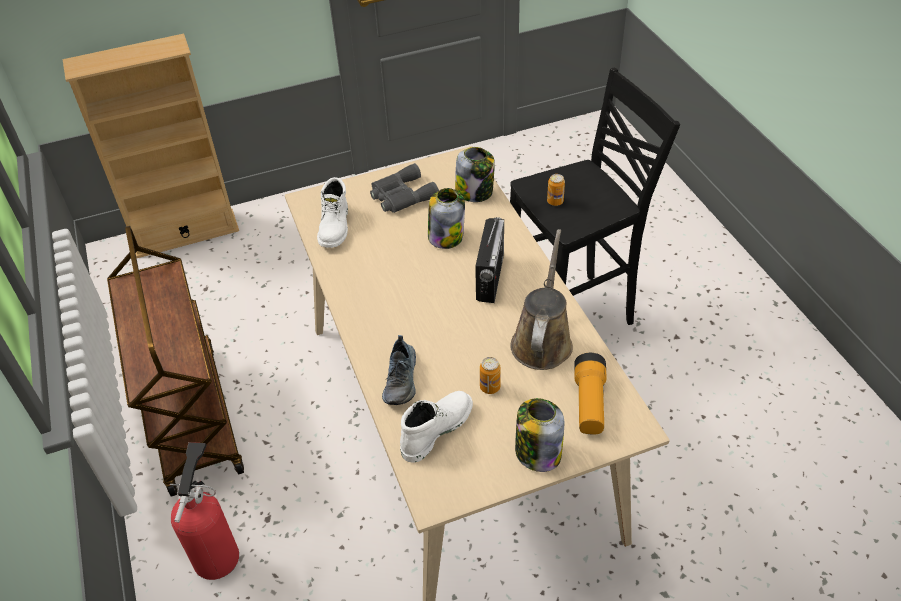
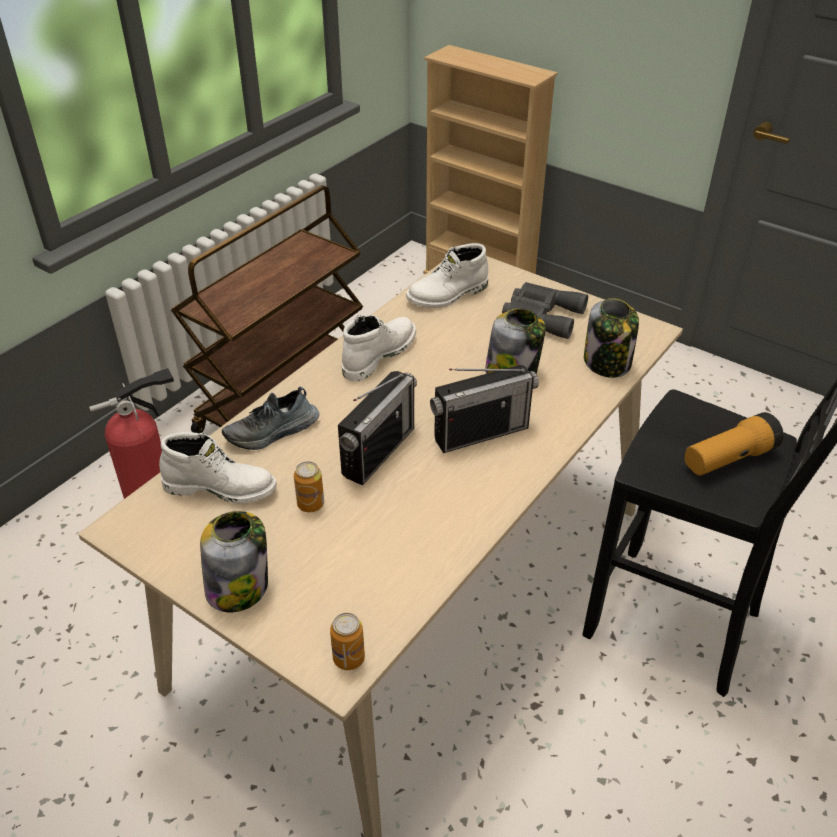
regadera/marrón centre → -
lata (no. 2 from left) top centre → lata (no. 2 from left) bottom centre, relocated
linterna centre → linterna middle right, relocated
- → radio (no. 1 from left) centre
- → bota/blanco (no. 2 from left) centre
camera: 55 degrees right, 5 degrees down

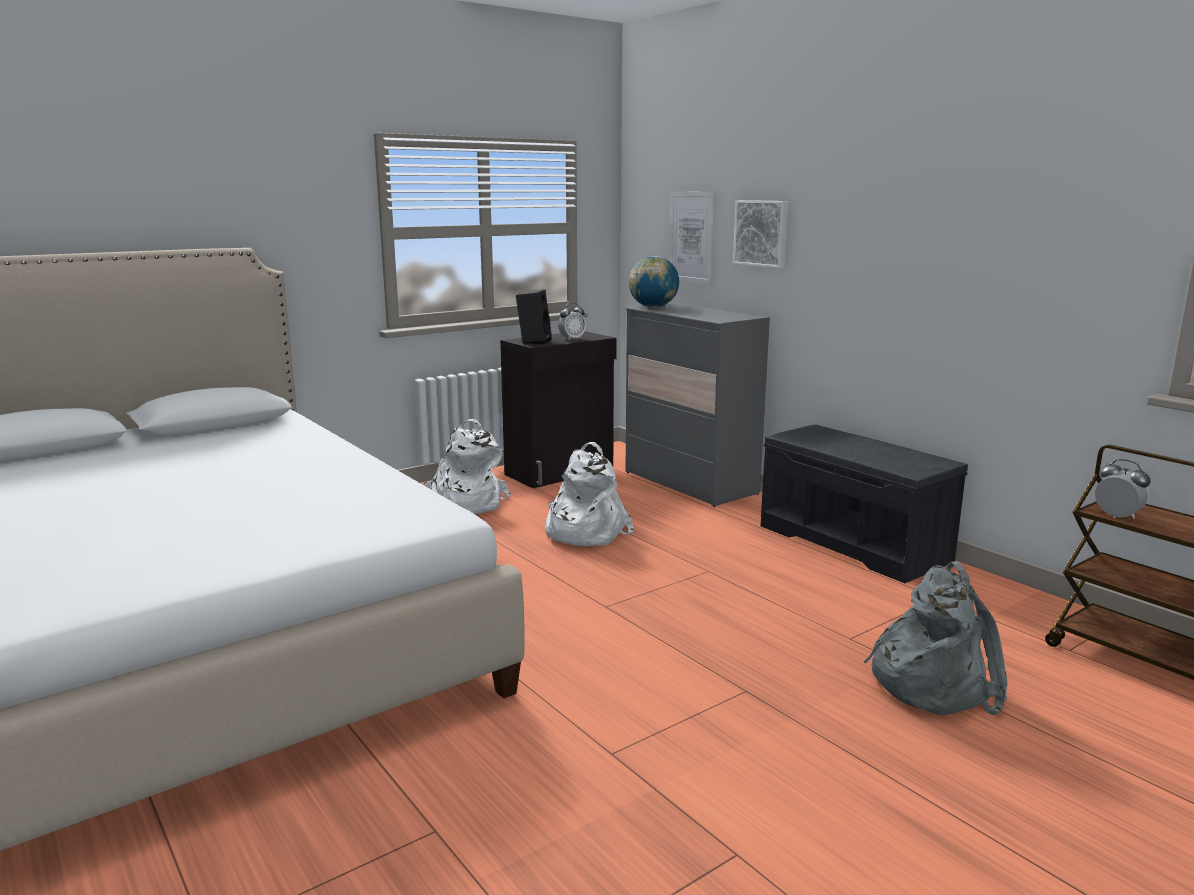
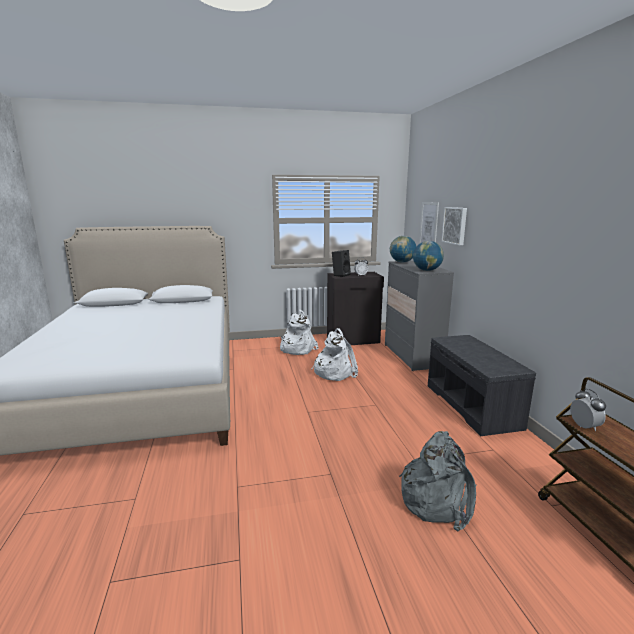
- → globo terráqueo (no. 2 from left) middle right
camera: 25 degrees right, 0 degrees up

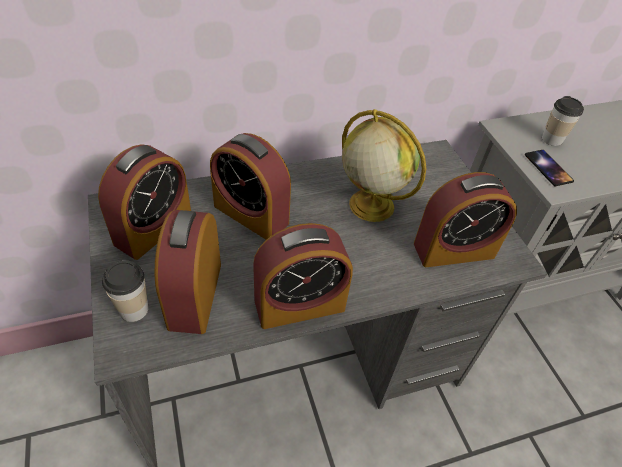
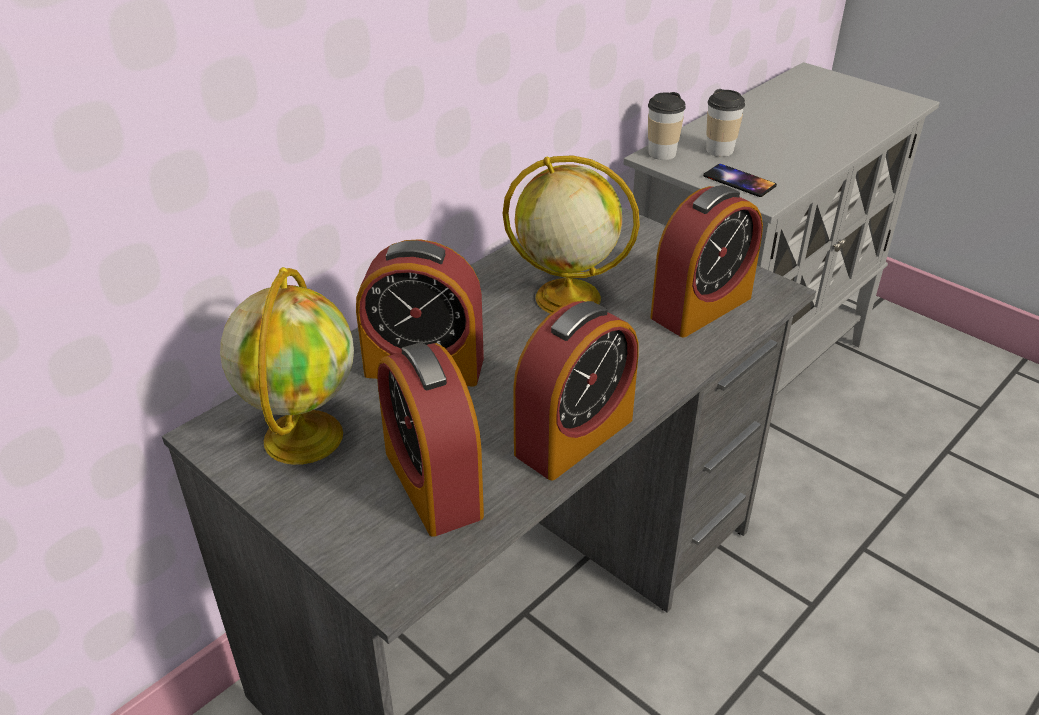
despertador (no. 1 from left) middle left → globo terráqueo (no. 1 from left) middle left
taza (no. 1 from left) middle left → taza (no. 1 from left) top centre, relocated
camera: 25 degrees left, 10 degrees down

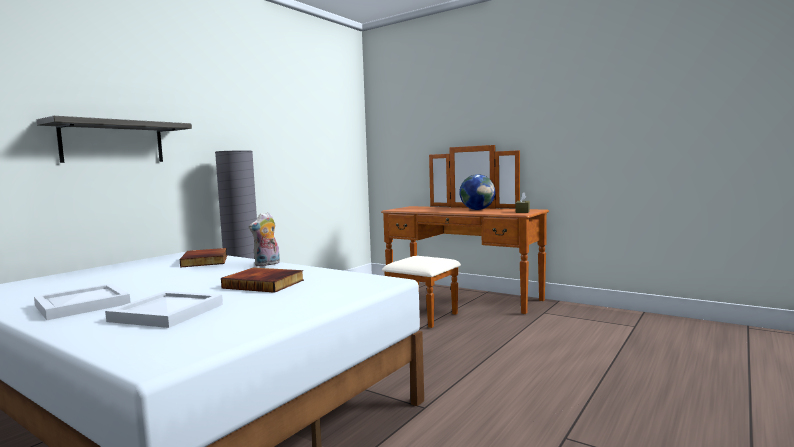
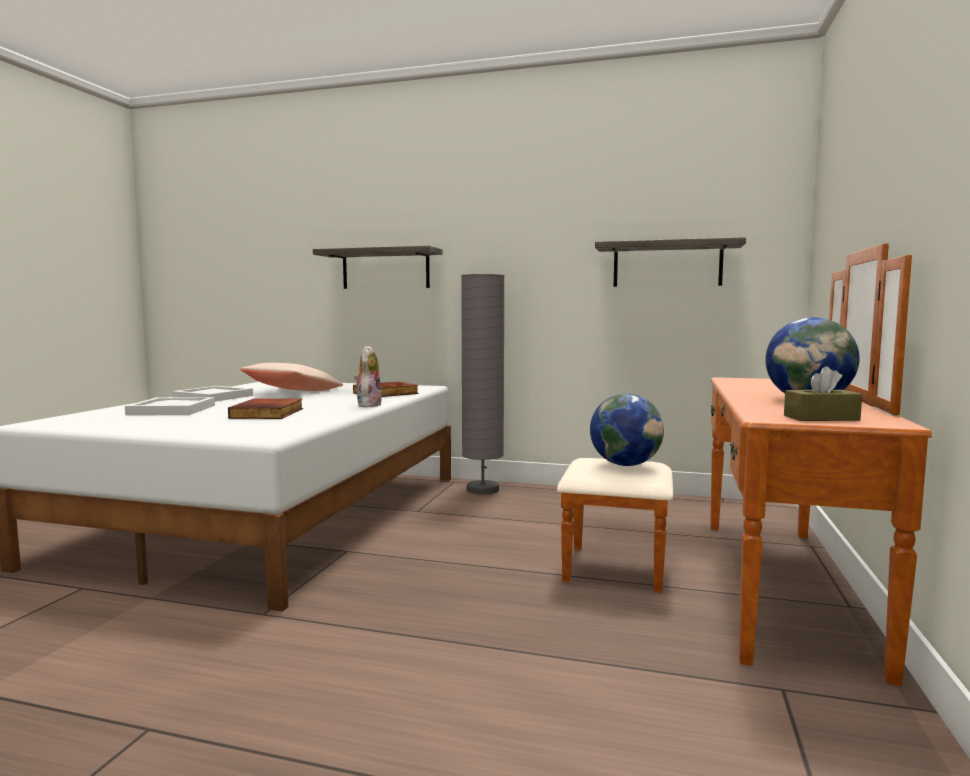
peluche middle left → peluche centre, 75 degrees clockwise
- → cojín/beis middle left
- → globo terráqueo (no. 1 from left) centre
- → estante (no. 2 from left) middle right
camera: 70 degrees right, 0 degrees up

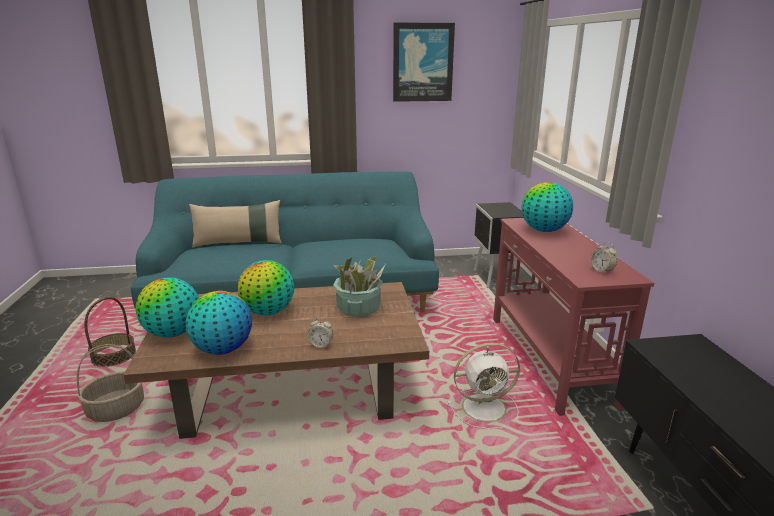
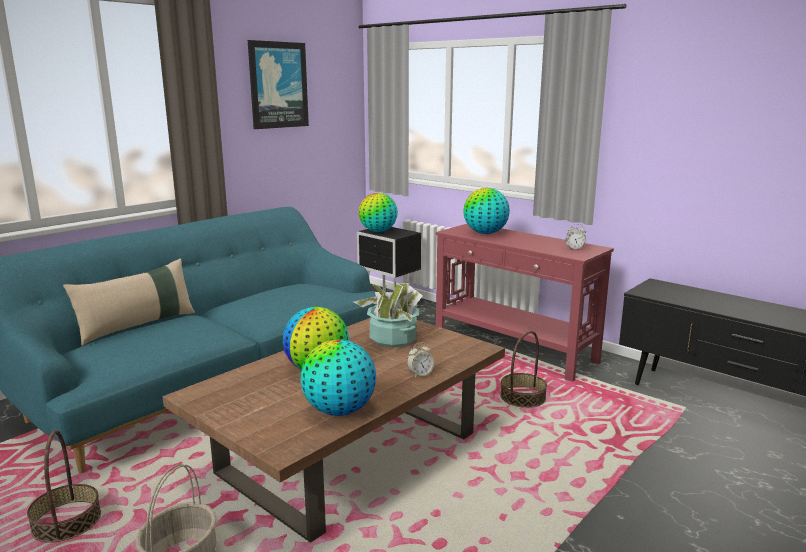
globo terráqueo (no. 1 from left in the first image) middle left → globo terráqueo (no. 3 from left) centre, relocated
ventilador/blanco bottom centre → cesta (no. 3 from left) bottom centre
camera: 40 degrees left, 5 degrees down

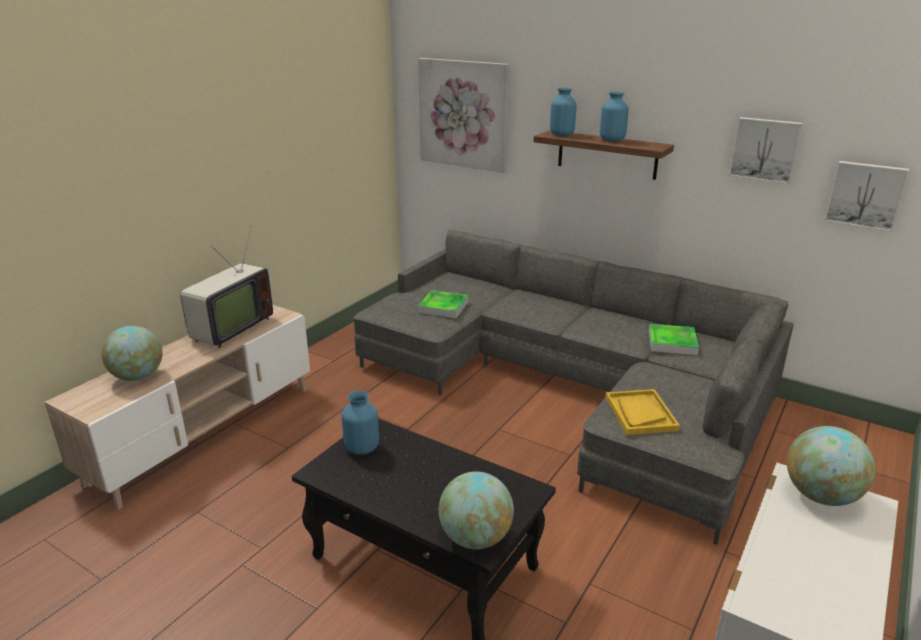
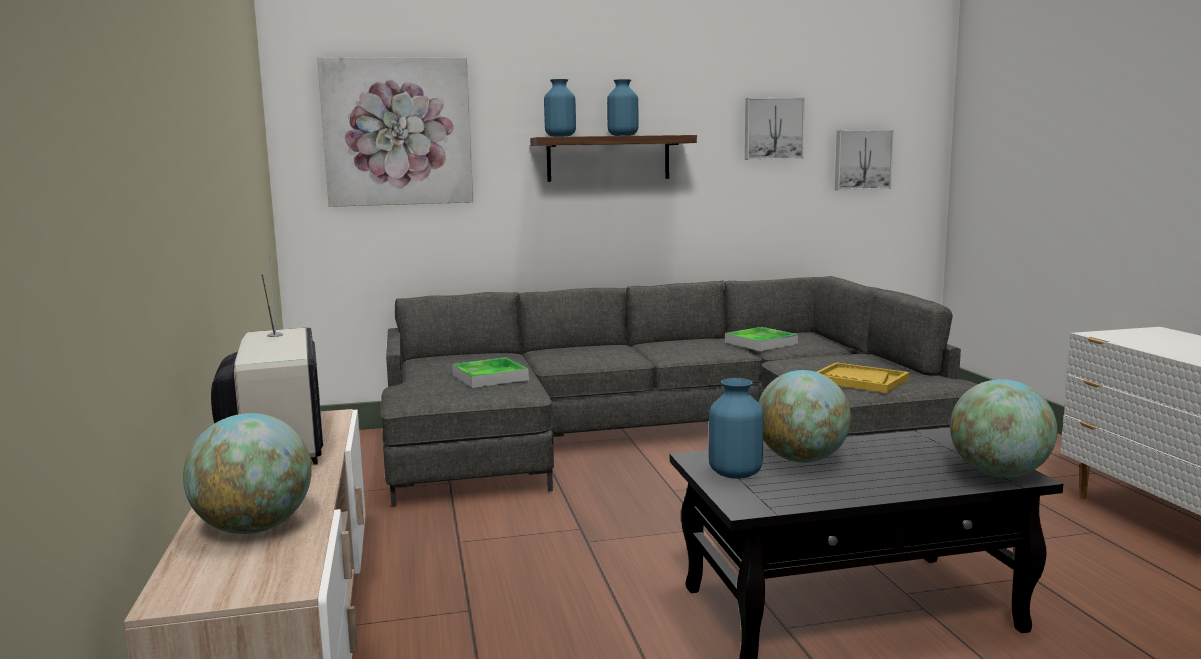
globo terráqueo (no. 3 from left in the first image) bottom right → globo terráqueo (no. 2 from left) middle right, relocated
camera: 45 degrees left, 15 degrees down

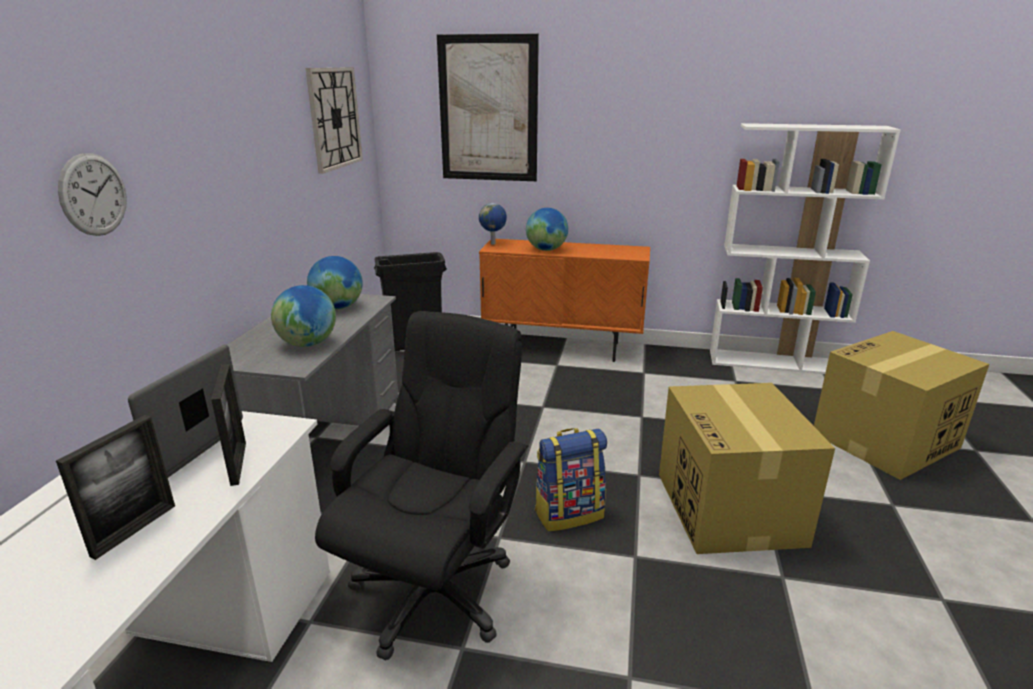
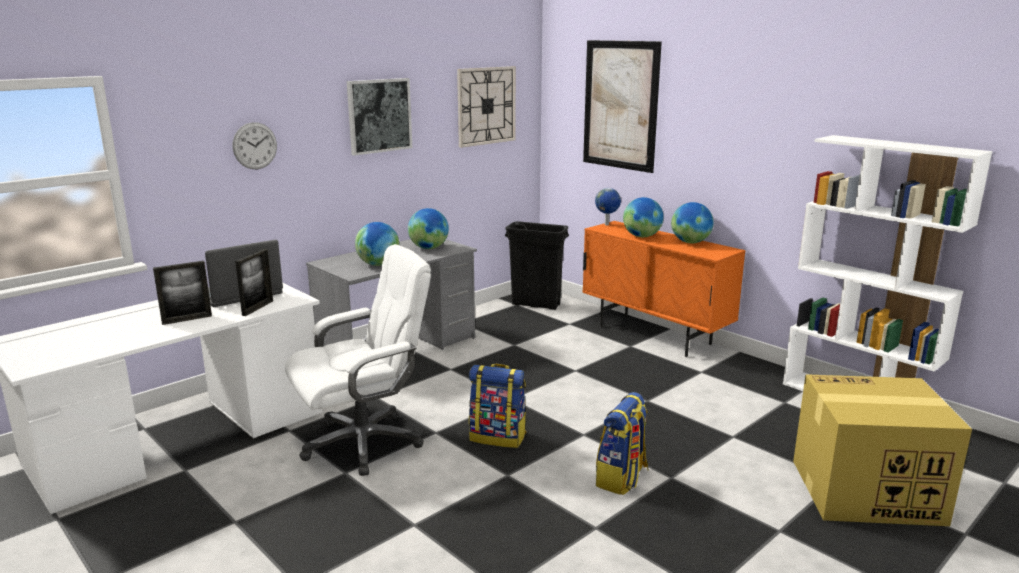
silla de oficina/negro bottom centre → silla de oficina/blanco centre
caja de cartón (no. 1 from left) bottom right → mochila (no. 2 from left) bottom centre
- → cuadro (no. 1 from left) top centre
- → globo terráqueo (no. 5 from left) middle right
camera: 35 degrees right, 5 degrees down

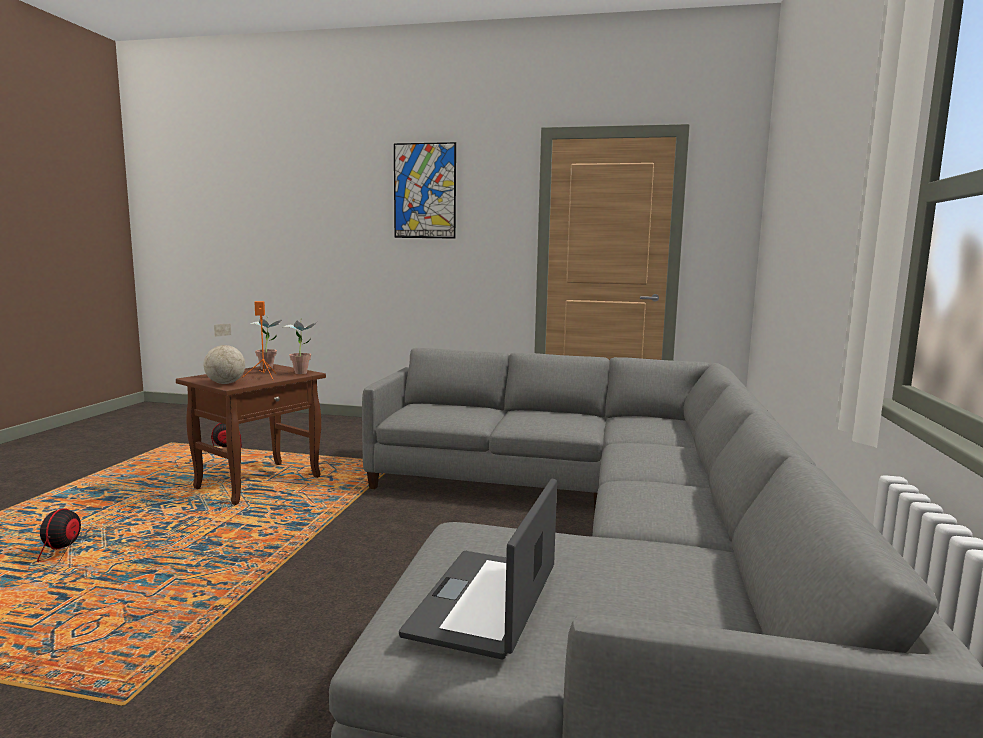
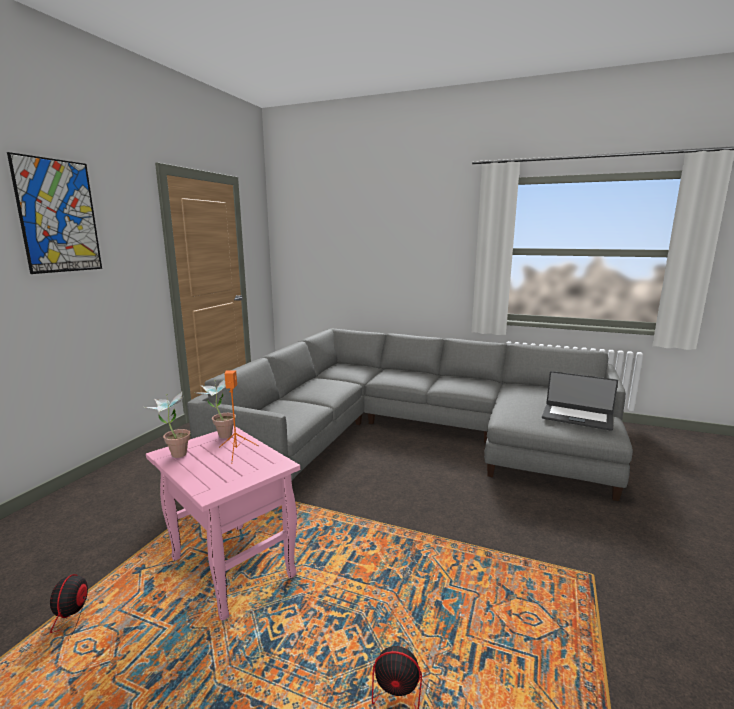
mesa auxiliar/marrón middle left → mesa auxiliar/rosa bottom left
globo terráqueo middle left → -
camera: 80 degrees left, 5 degrees up

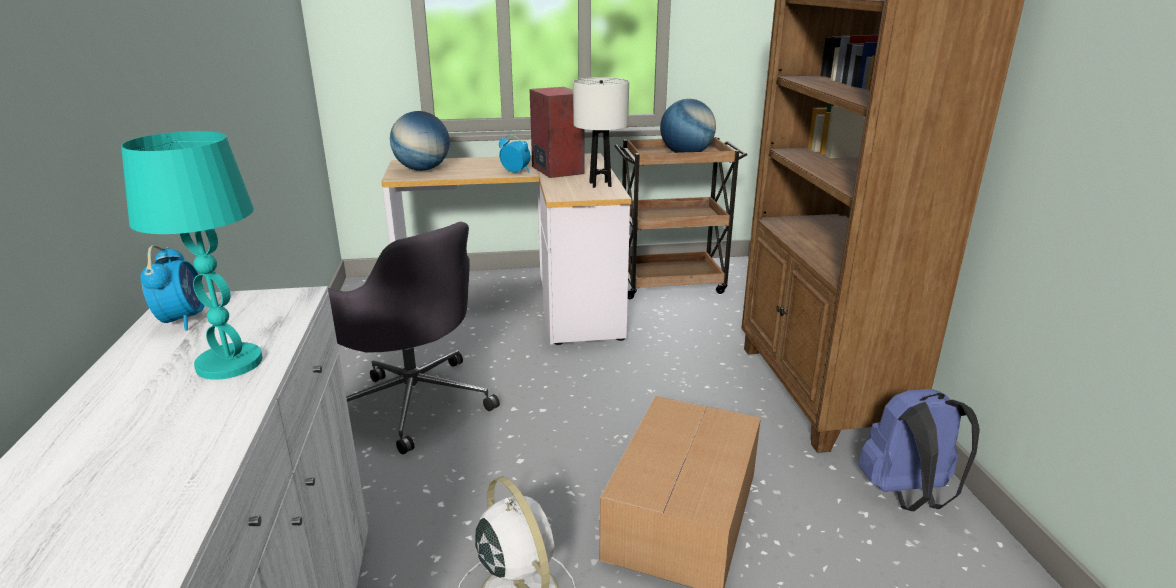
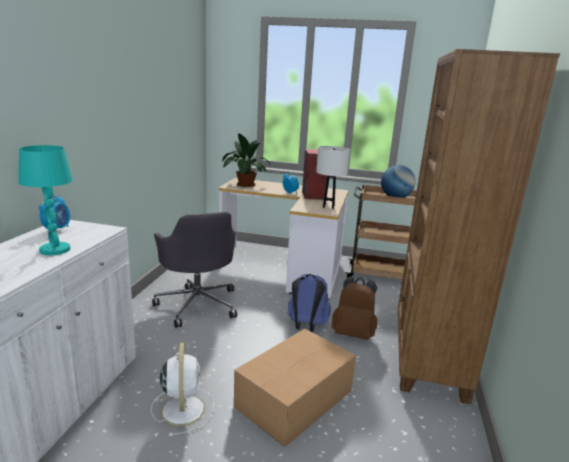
globo terráqueo (no. 1 from left) top centre → planta en maceta centre
mochila/azul bottom right → mochila/azul centre, relocated
- → mochila/marrón bottom centre
camera: 20 degrees right, 5 degrees down

